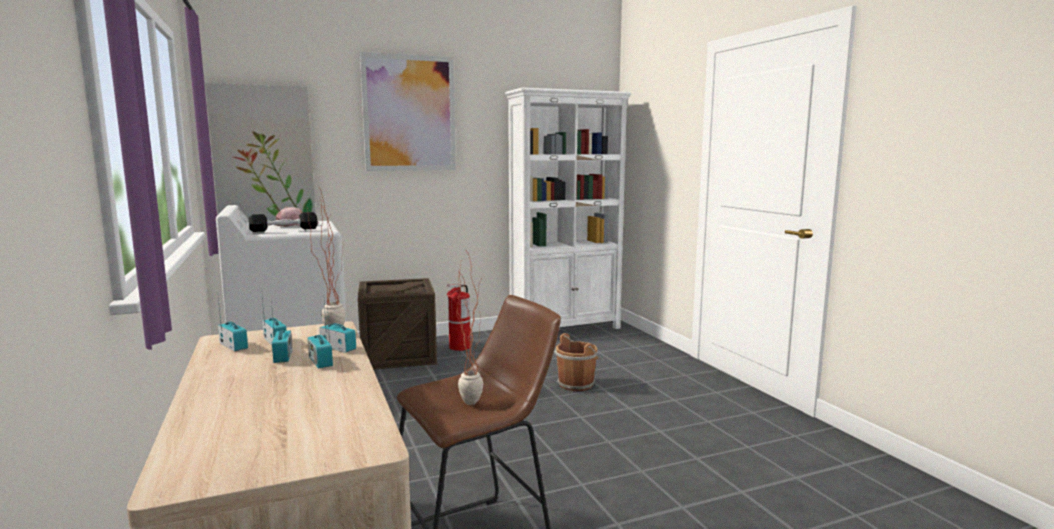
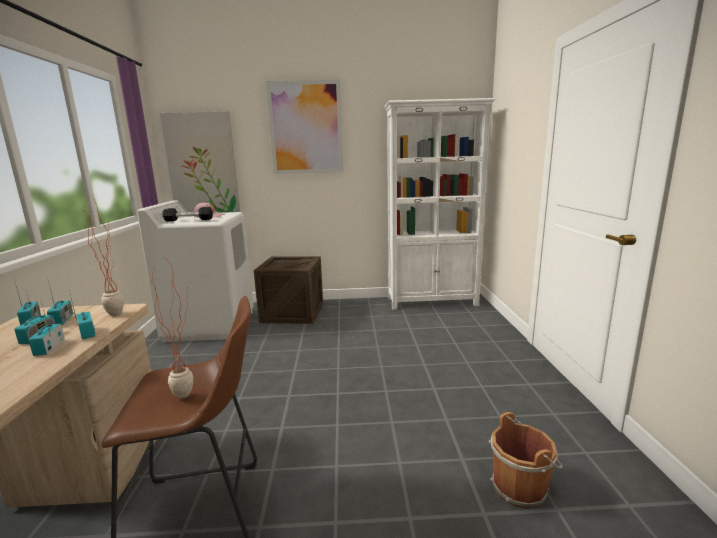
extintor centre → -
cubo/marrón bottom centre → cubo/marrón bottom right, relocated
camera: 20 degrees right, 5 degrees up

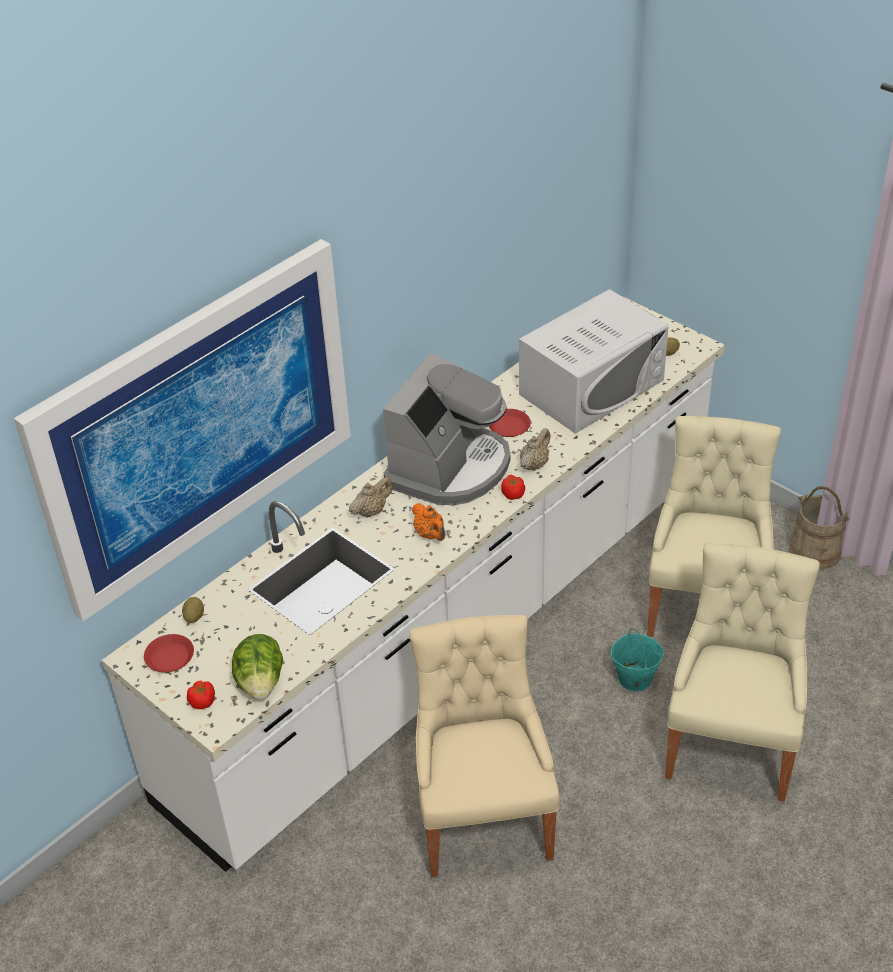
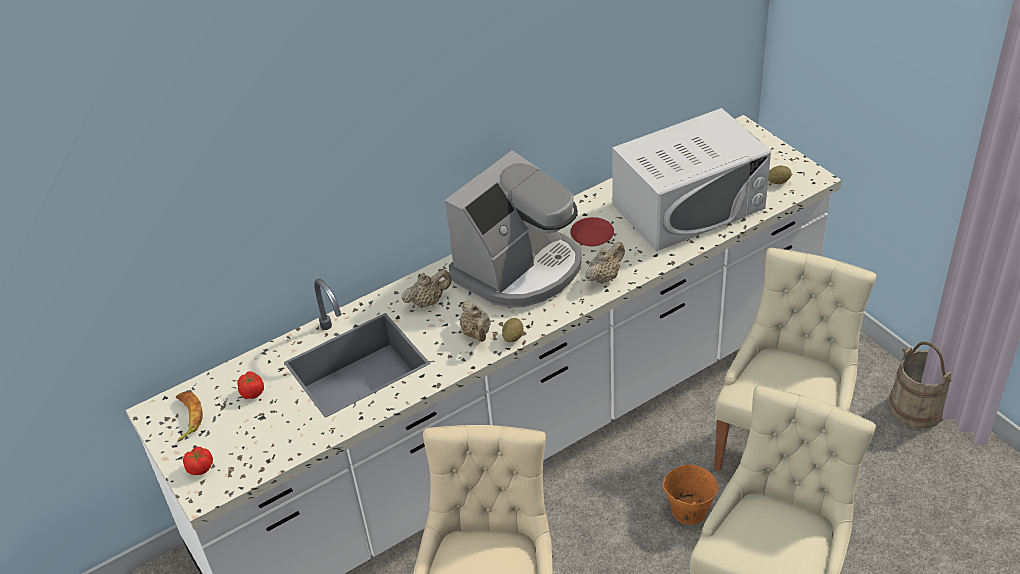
cuadro middle left → -
plato/rojo (no. 1 from left) bottom left → plátano bottom left
patata (no. 1 from left) middle left → patata (no. 1 from left) centre, relocated
lechuga bottom left → -
tetera/naranja centre → tetera/beis (no. 2 from left) centre
tomate (no. 2 from left) centre → tomate (no. 2 from left) bottom left, relocated
cubo/turquesa bottom right → cubo/naranja bottom right
camera: 15 degrees right, 0 degrees up

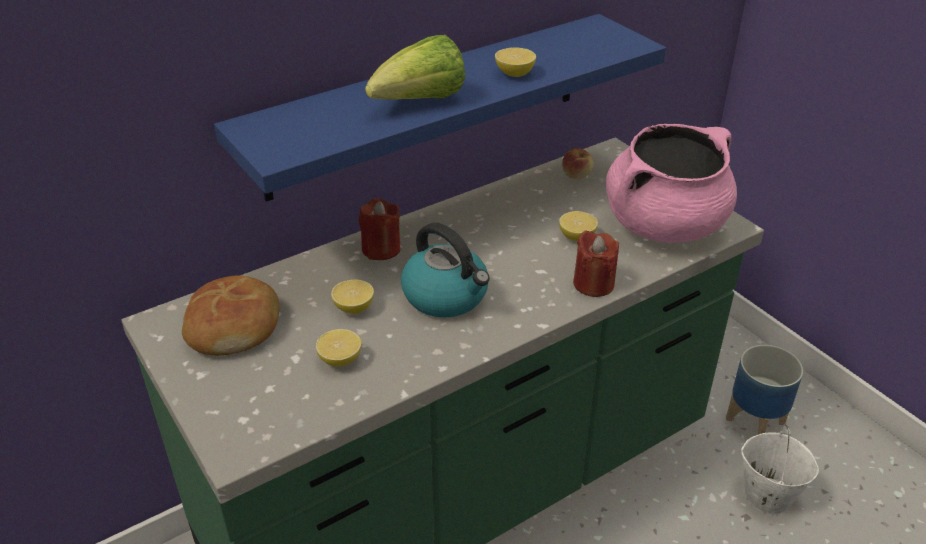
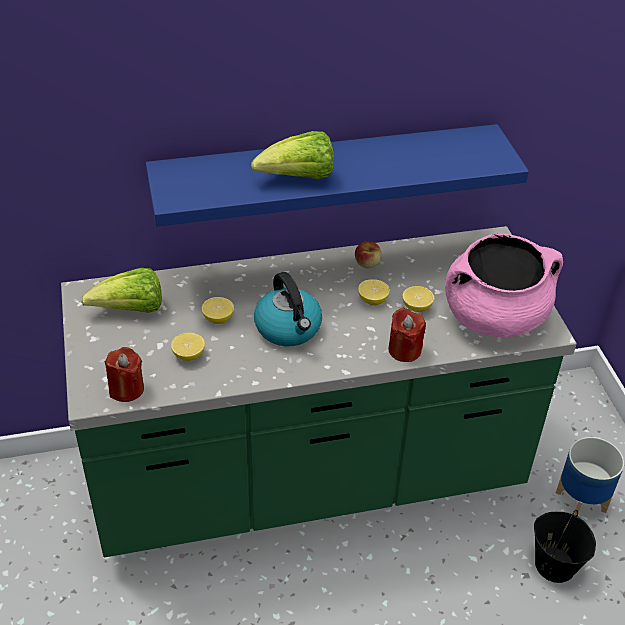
pan middle left → lechuga (no. 1 from left) middle left
vela/rojo (no. 1 from left) centre → vela/rojo (no. 1 from left) middle left, relocated
limón (no. 3 from left) top centre → limón (no. 3 from left) centre, relocated
manzana top centre → manzana centre, relocated
cubo/blanco bottom right → cubo/negro bottom right
camera: 20 degrees right, 5 degrees up

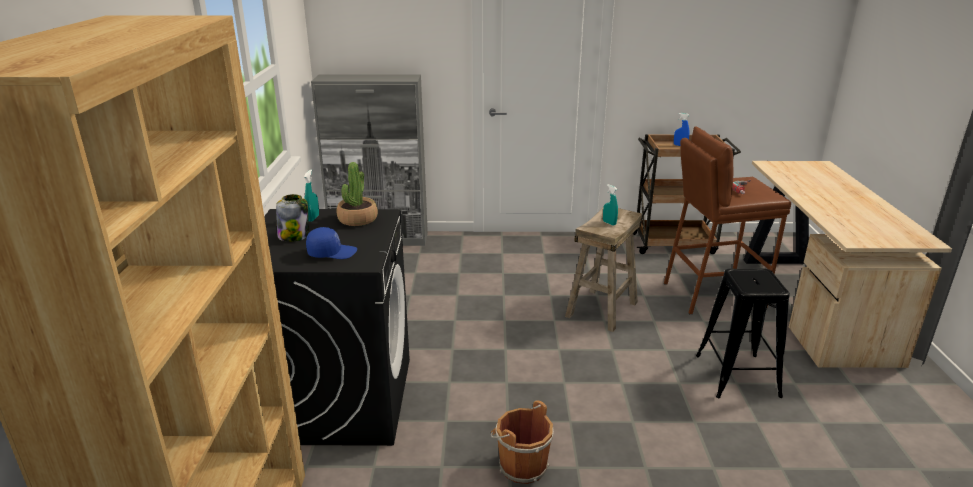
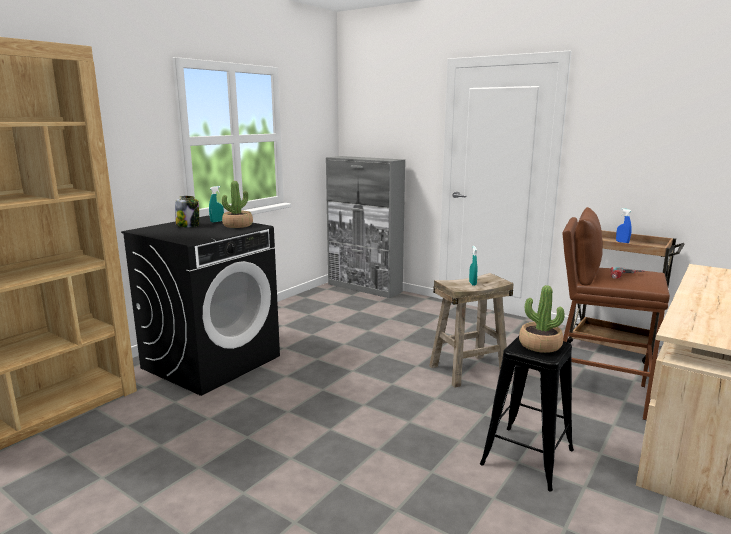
gorra/azul centre → -
cubo/marrón bottom centre → -
- → planta en maceta (no. 2 from left) middle right
camera: 35 degrees right, 10 degrees down

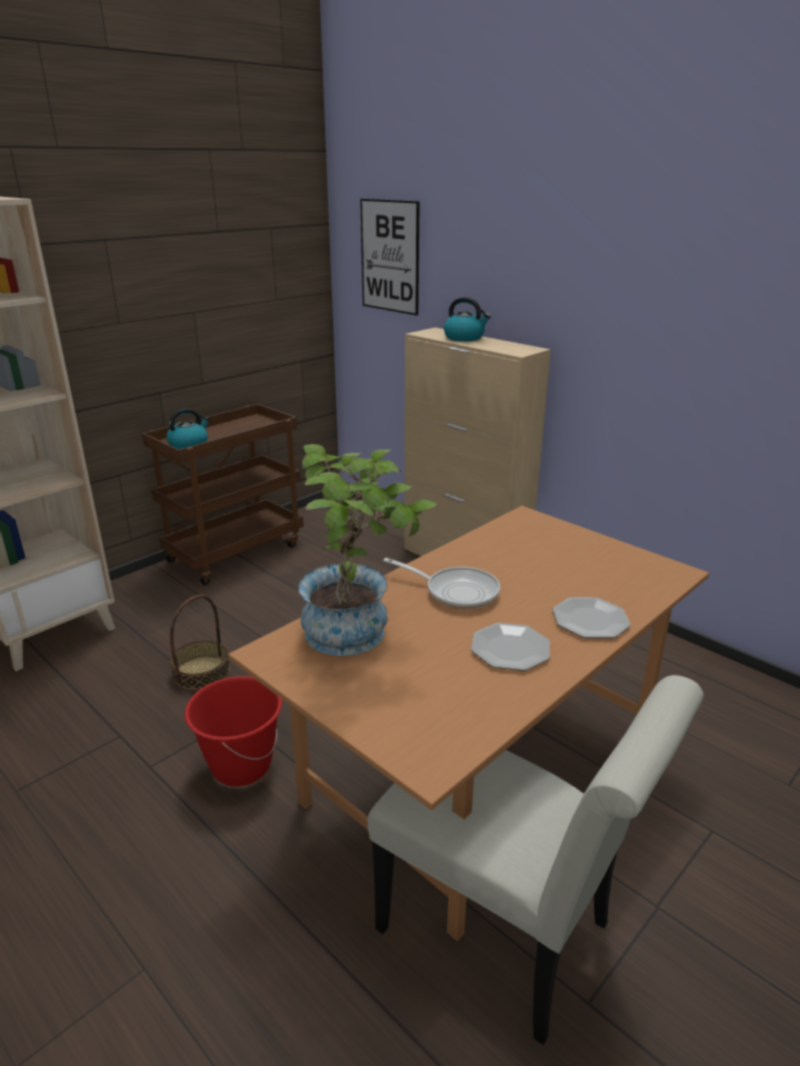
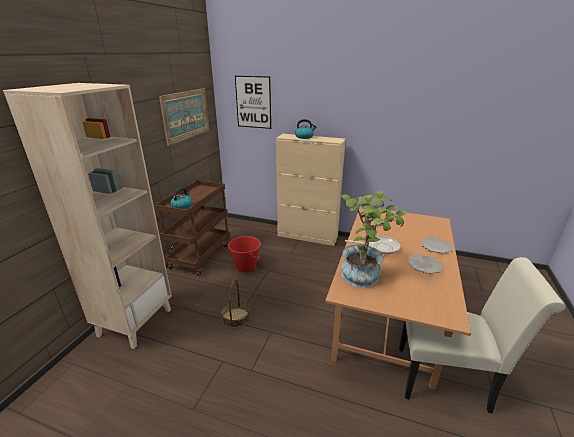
cubo/rojo bottom left → cubo/rojo centre, relocated
- → cuadro (no. 1 from left) top left
camera: 25 degrees left, 0 degrees up

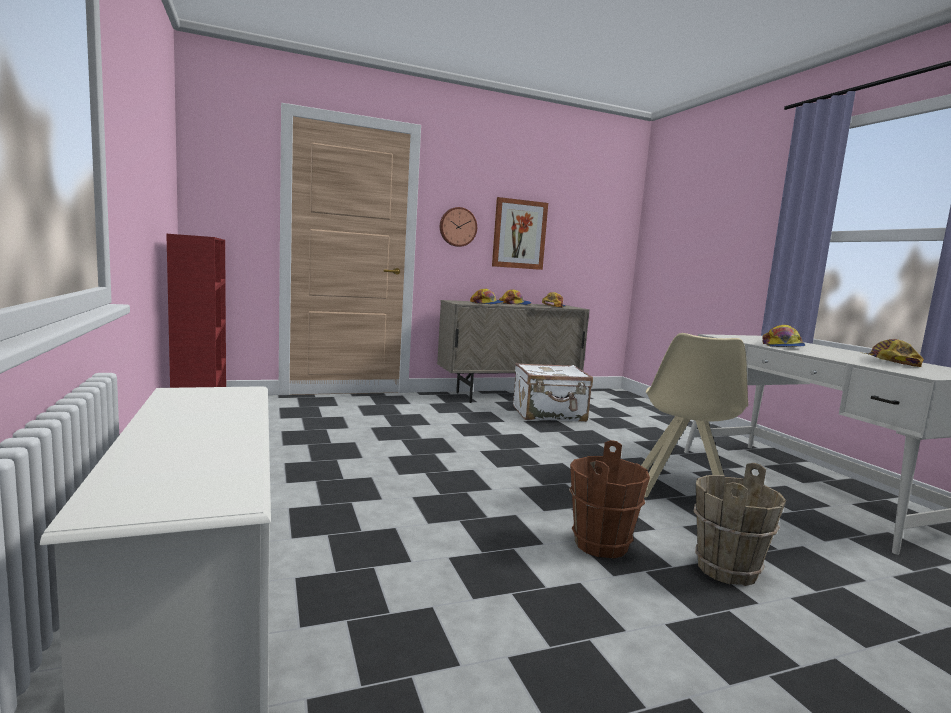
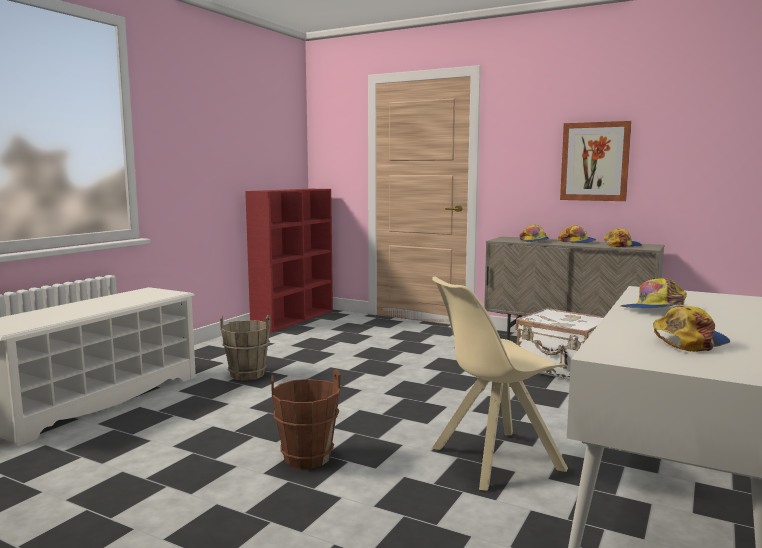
reloj de pared top centre → -
cubo/marrón (no. 2 from left in the first image) bottom right → cubo/marrón (no. 1 from left) middle left, relocated
camera: 50 degrees right, 0 degrees up

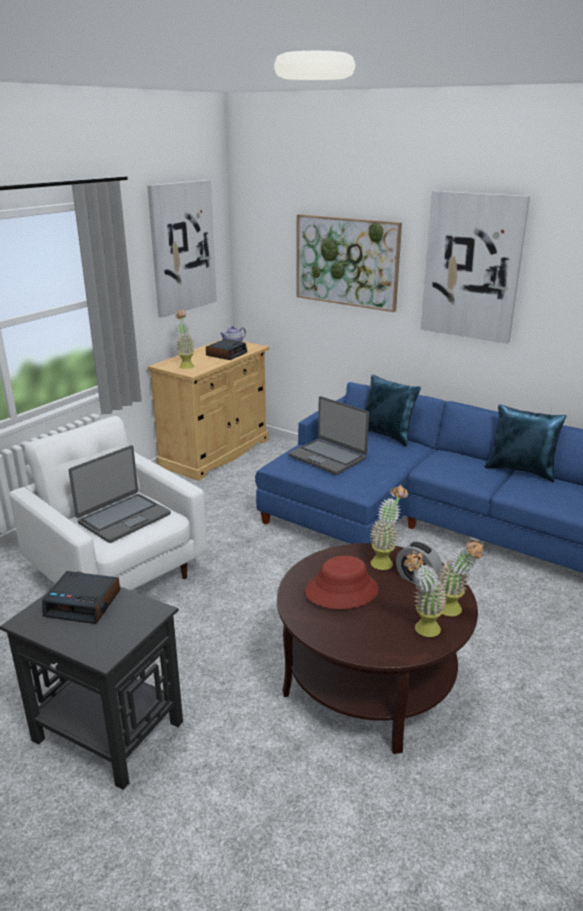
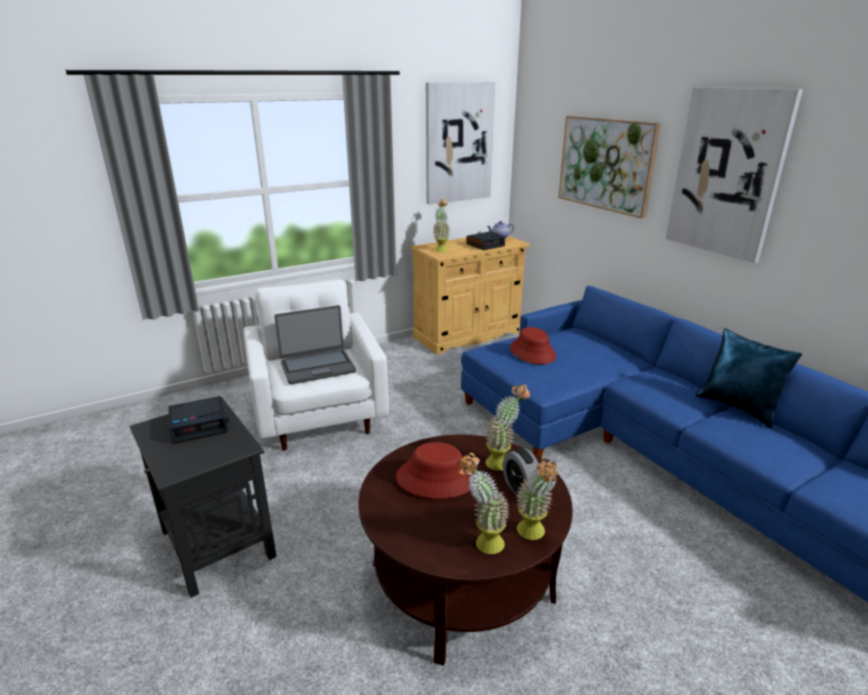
despertador (no. 1 from left) middle left, 60 degrees counterclockwise
portátil (no. 2 from left) centre → sombrero/rojo (no. 2 from left) centre
cojín/azul (no. 1 from left) middle right → -
camera: 25 degrees right, 0 degrees up

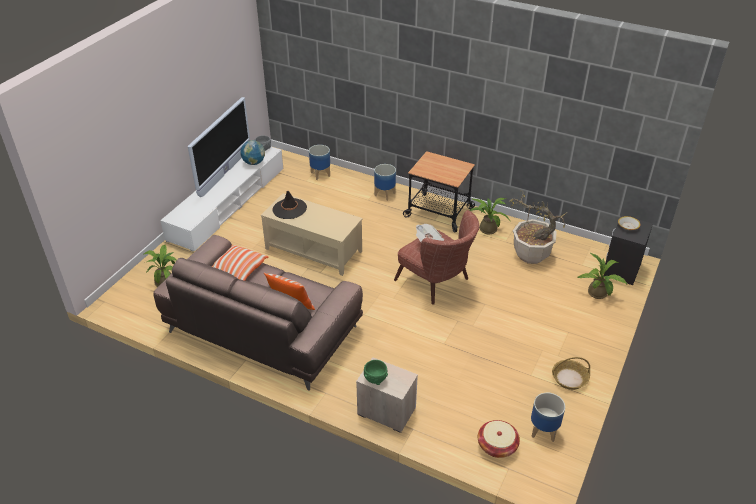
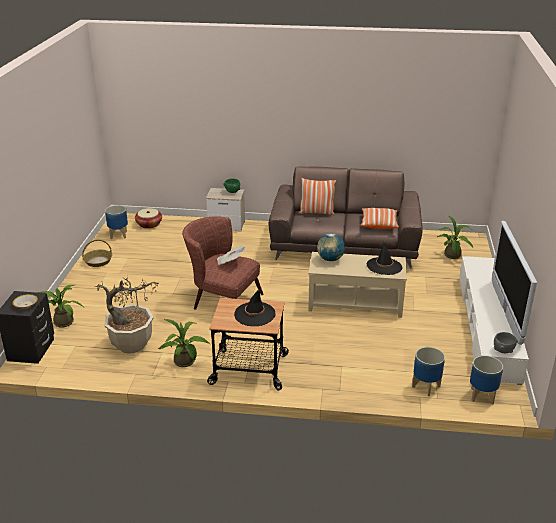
globo terráqueo top centre → globo terráqueo centre, relocated
maceta (no. 2 from left in the first image) centre → maceta (no. 3 from left) bottom right, relocated
- → sombrero/negro (no. 1 from left) centre
camera: 160 degrees right, 10 degrees down

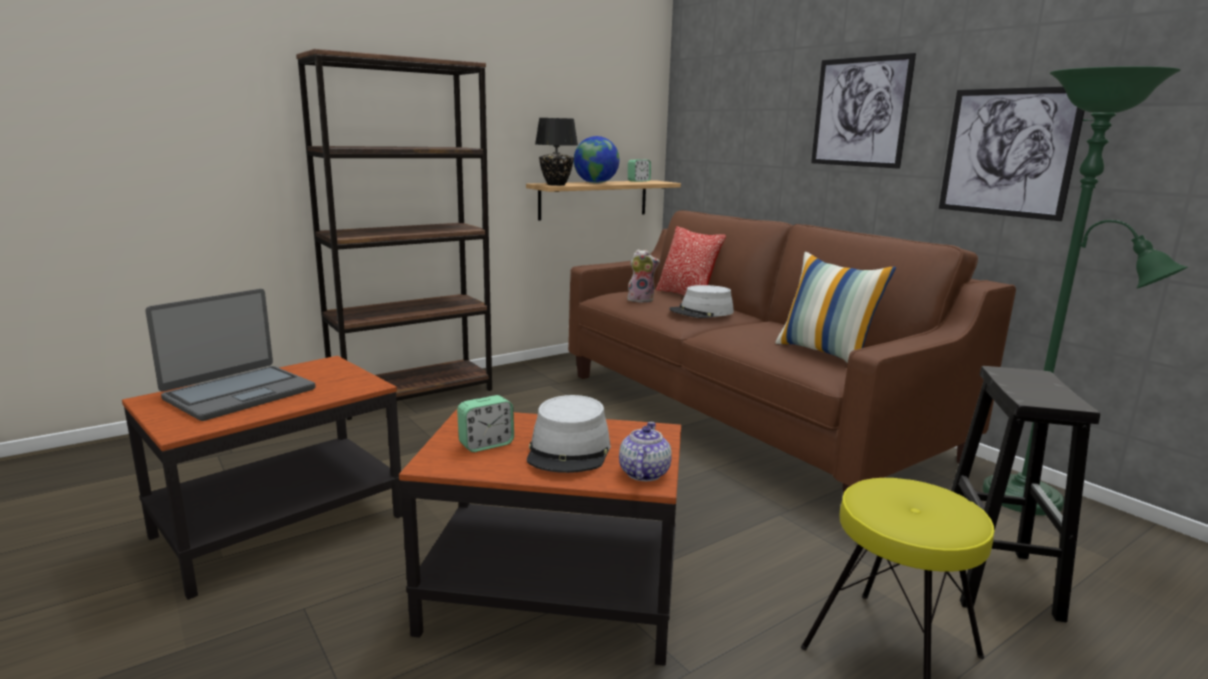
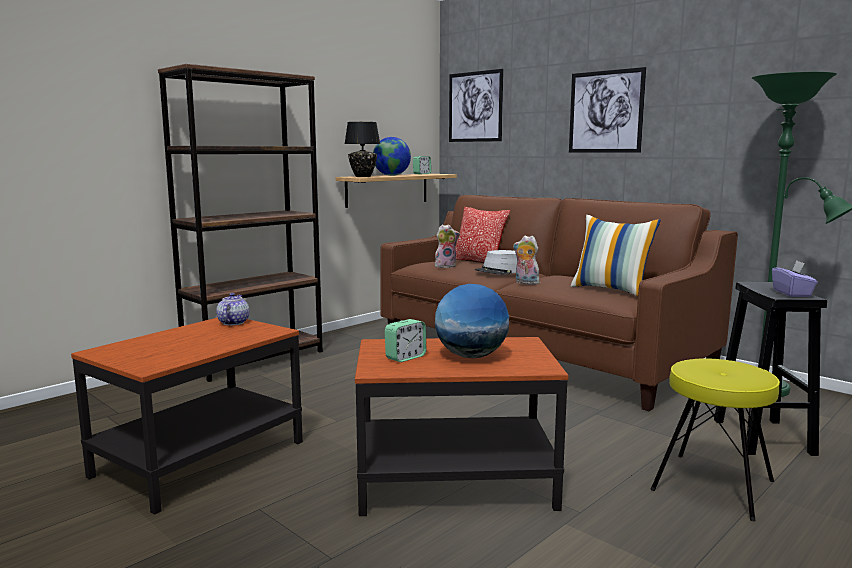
portátil middle left → -
sombrero/gris (no. 1 from left) centre → globo terráqueo (no. 2 from left) centre
tetera centre → tetera middle left, relocated
cuadro (no. 2 from left in the first image) top right → cuadro (no. 1 from left) top centre, relocated
- → peluche (no. 2 from left) centre
- → caja de pañuelos/morado middle right
camera: 10 degrees left, 5 degrees down

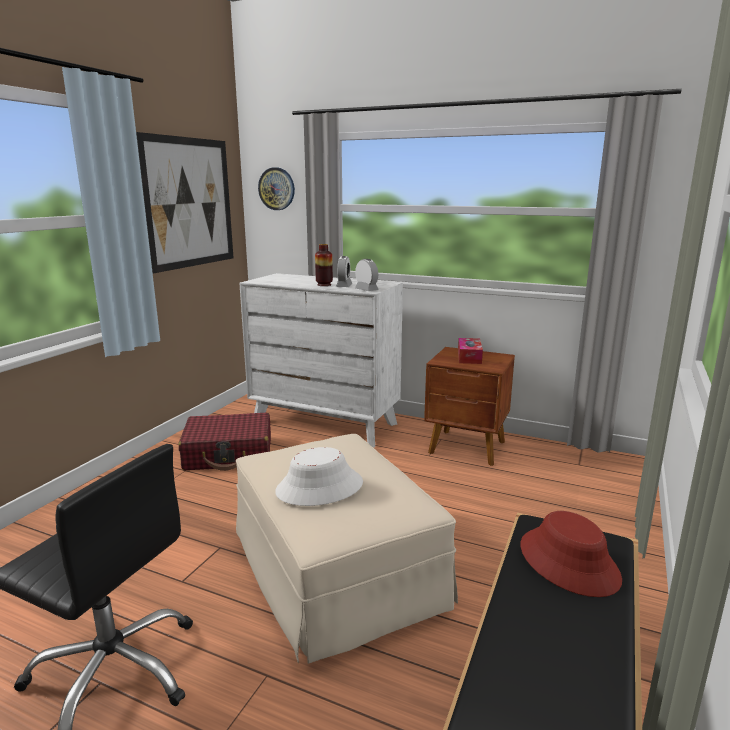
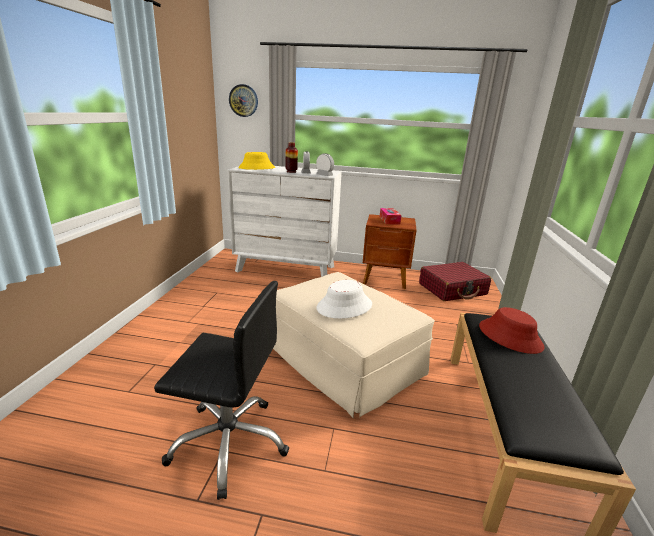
cuadro top left → -
maleta/rojo middle left → maleta/rojo middle right, relocated
- → sombrero/amarillo top centre
camera: 15 degrees left, 5 degrees up

